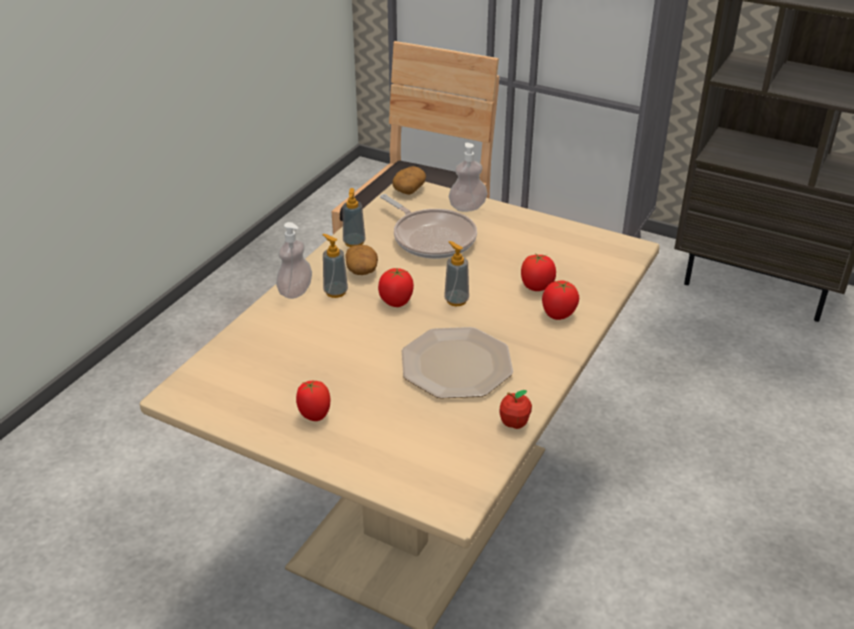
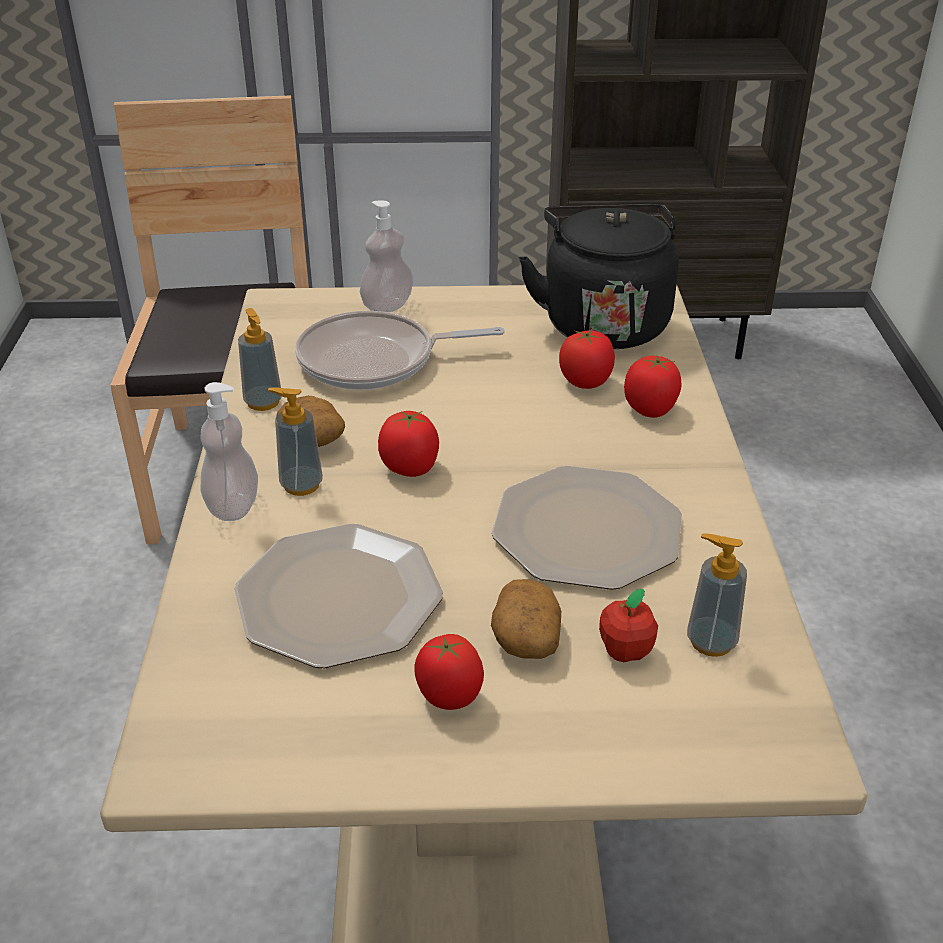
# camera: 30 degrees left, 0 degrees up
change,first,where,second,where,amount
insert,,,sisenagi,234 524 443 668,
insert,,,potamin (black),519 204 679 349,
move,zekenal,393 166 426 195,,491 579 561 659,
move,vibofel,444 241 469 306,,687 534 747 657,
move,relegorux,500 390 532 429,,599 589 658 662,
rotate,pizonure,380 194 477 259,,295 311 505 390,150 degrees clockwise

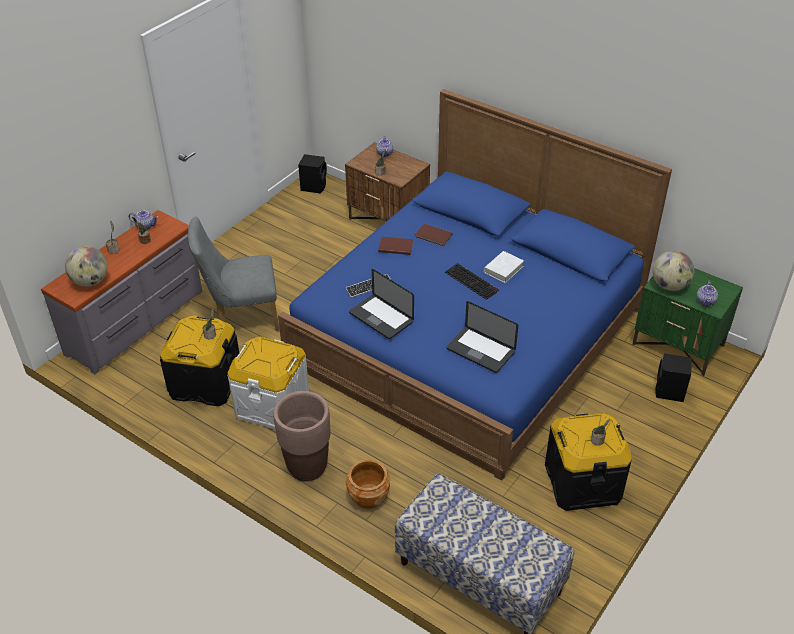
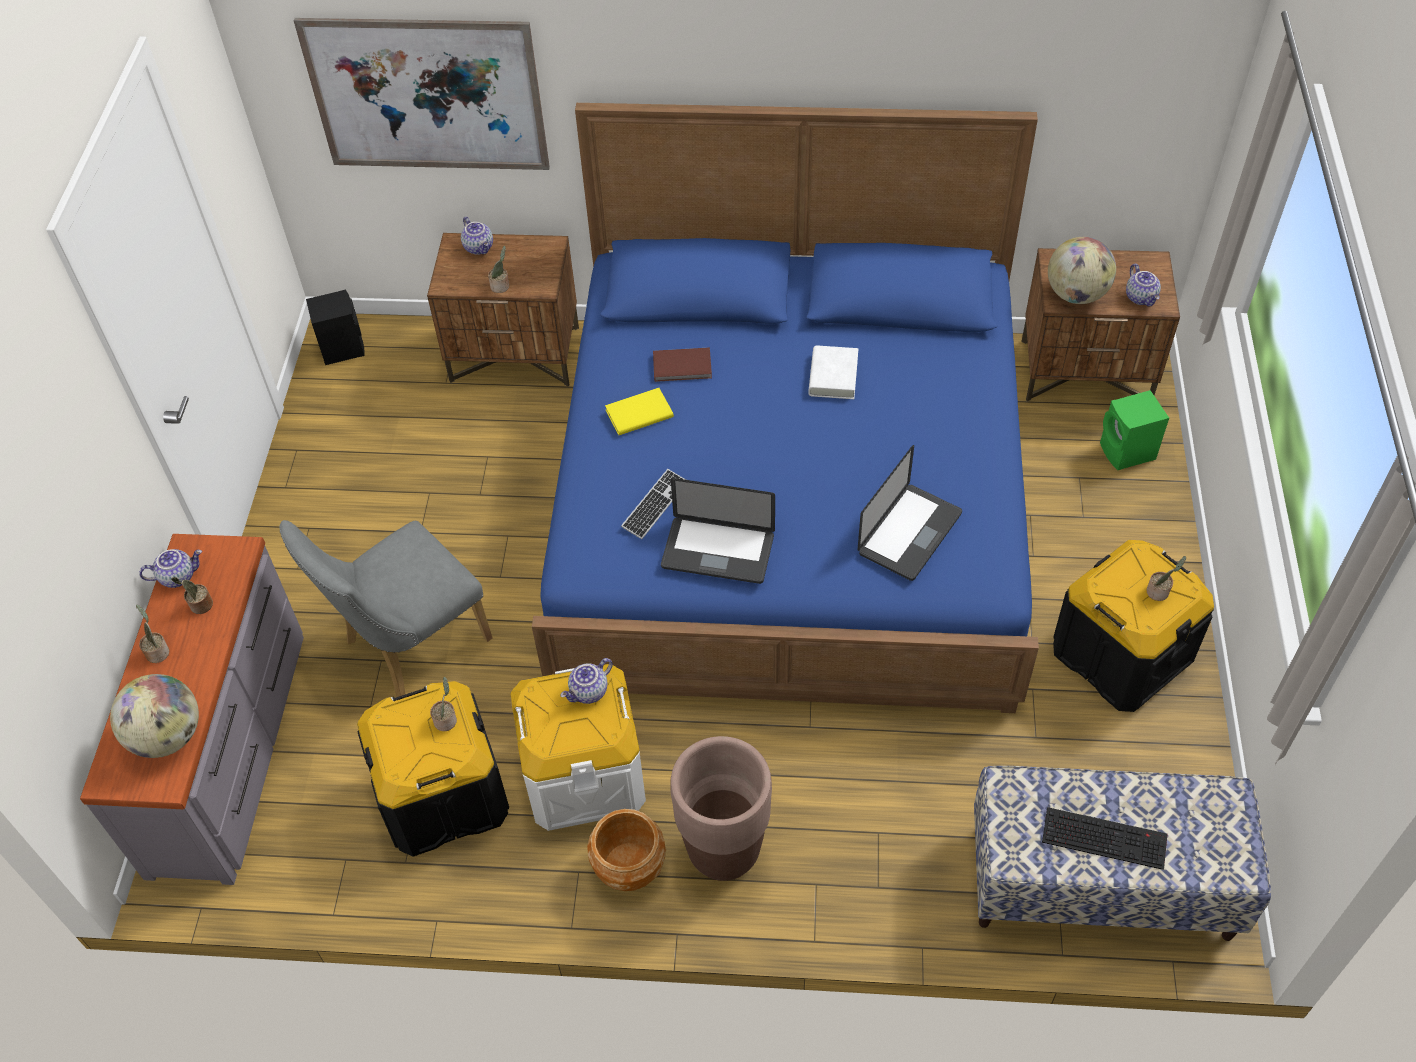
# camera: 30 degrees left, 10 degrees up
change,first,where,second,where,amount
insert,,,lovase,294 18 550 170,
insert,,,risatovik,560 658 613 704,
move,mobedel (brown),346 459 390 509,,587 809 666 891,
move,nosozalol,445 263 499 300,,1042 807 1167 870,
recolor,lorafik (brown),378 237 413 255,lorafik (yellow),605 388 674 435,
recolor,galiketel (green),632 268 743 376,galiketel (brown),1021 248 1180 402,
recolor,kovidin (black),655 353 692 402,kovidin (green),1100 390 1169 470,
rotate,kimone,446 301 519 373,,858 445 962 581,60 degrees counterclockwise

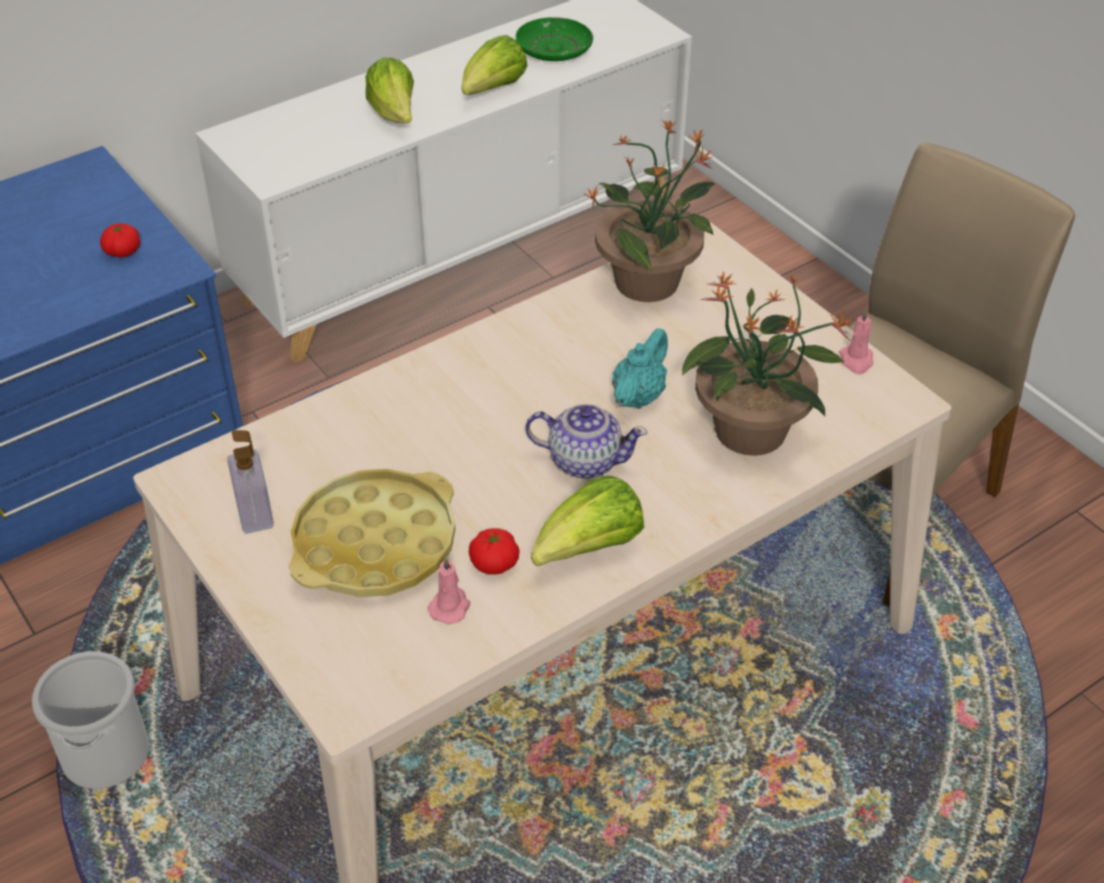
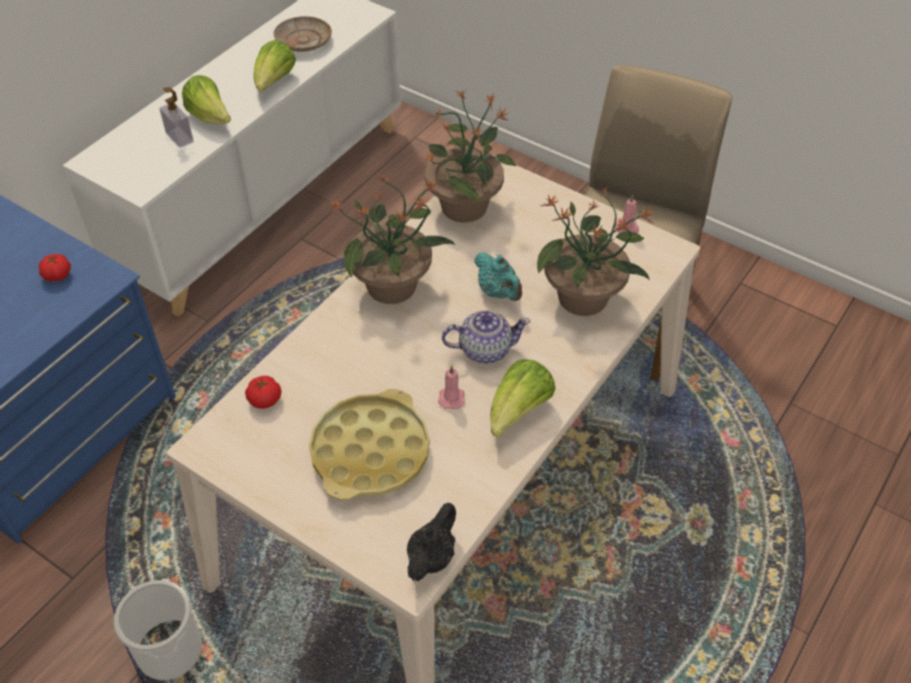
# camera: 20 degrees left, 5 degrees up
change,first,where,second,where,amount
insert,,,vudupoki,327 174 455 304,
insert,,,risatovik (black),407 503 456 581,
move,vibofel,227 430 274 534,,159 87 194 148,
move,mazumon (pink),428 557 470 624,,438 365 465 409,
move,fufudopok,469 528 519 574,,245 376 282 409,
recolor,sisenagi (green),516 17 593 61,sisenagi (beige),274 16 332 52,
rotate,risatovik (turquoise),612 328 668 409,,474 252 522 301,135 degrees clockwise

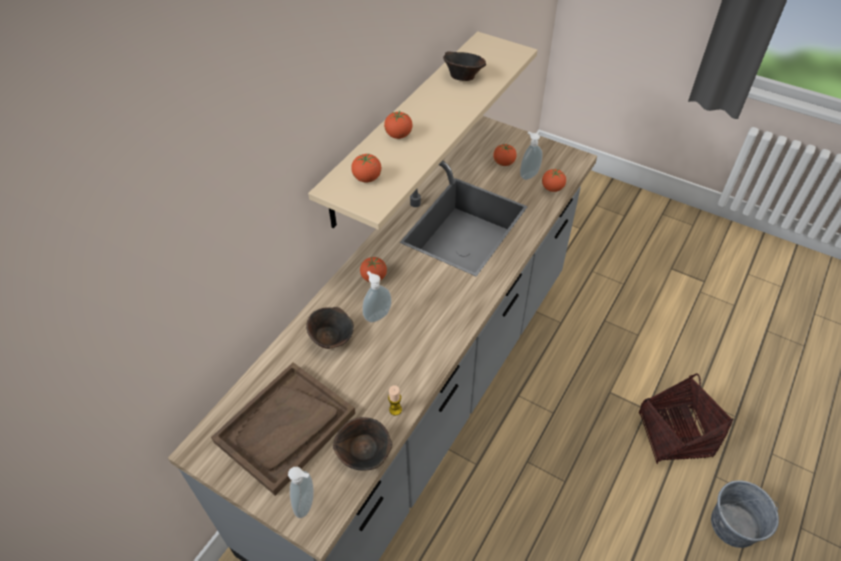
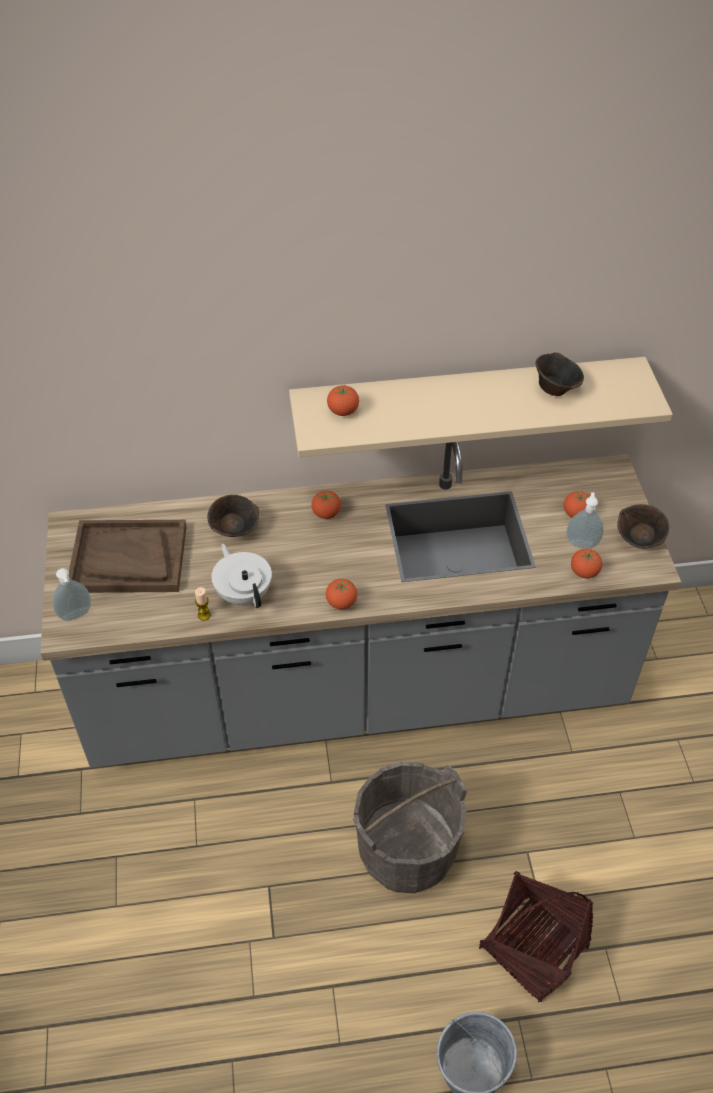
# camera: 50 degrees right, 0 degrees up
change,first,where,second,where,amount
delete,vibofel,362 271 392 322,,,
insert,,,risatovik (white),211 543 272 608,
insert,,,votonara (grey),353 762 467 893,
move,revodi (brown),333 417 392 471,,618 504 669 549,
move,fufudopok,384 111 413 139,,326 578 357 609,

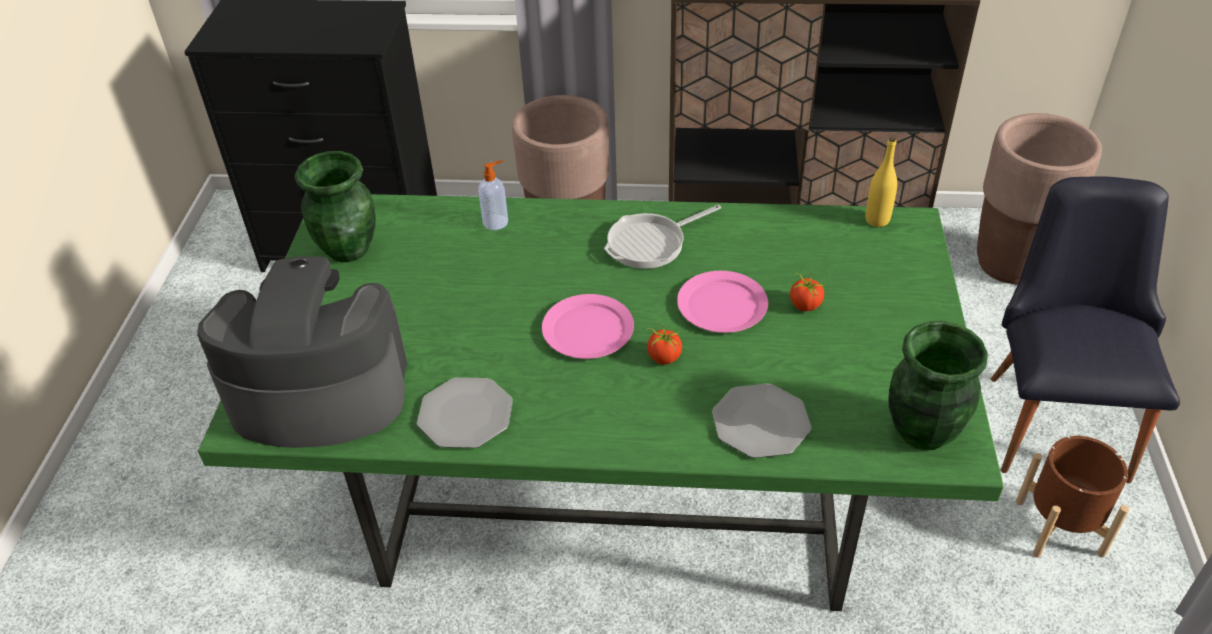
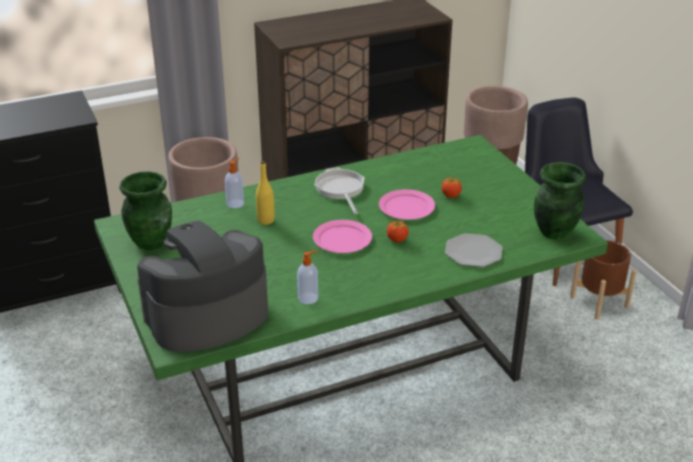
# camera: 30 degrees left, 10 degrees down
change,first,where,second,where,amount
move,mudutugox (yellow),866 137 897 227,,256 161 275 225,
replace,sisenagi,417 377 513 448,vibofel,297 250 318 304,
rotate,pizonure,604 205 721 269,,314 167 365 215,135 degrees clockwise

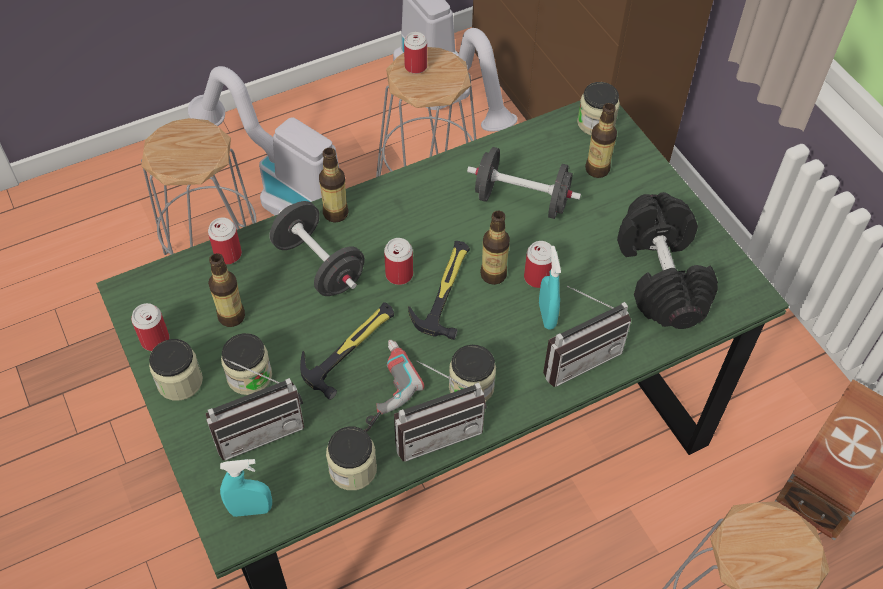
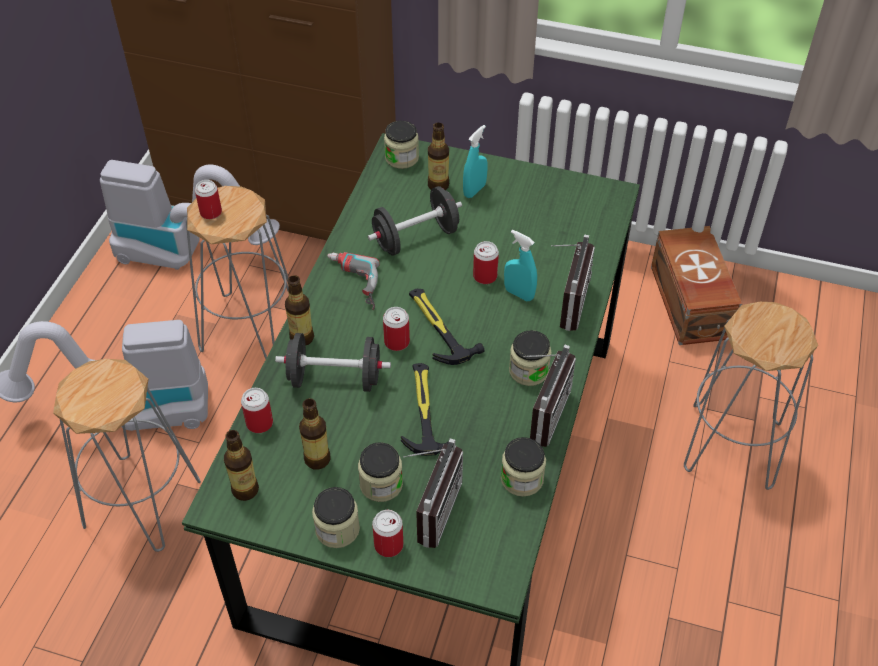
# camera: 45 degrees left, 5 degrees down
change,first,where,second,where,amount
delete,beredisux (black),617 192 718 329,,,
move,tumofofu,131 303 169 351,,372 510 403 557,
move,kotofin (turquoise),220 459 272 517,,463 125 487 198,
move,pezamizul,364 340 424 432,,327 252 380 310,
move,mudutugox,480 211 510 285,,224 430 259 501,

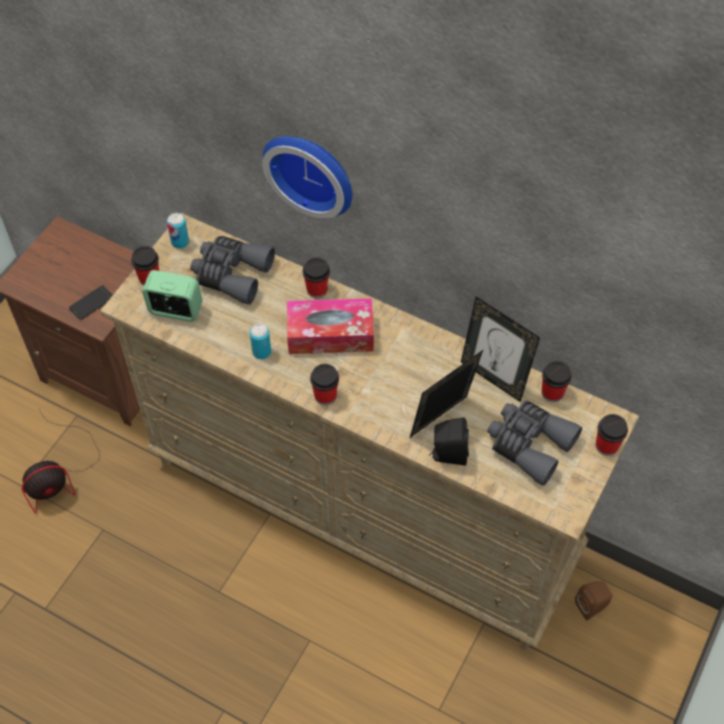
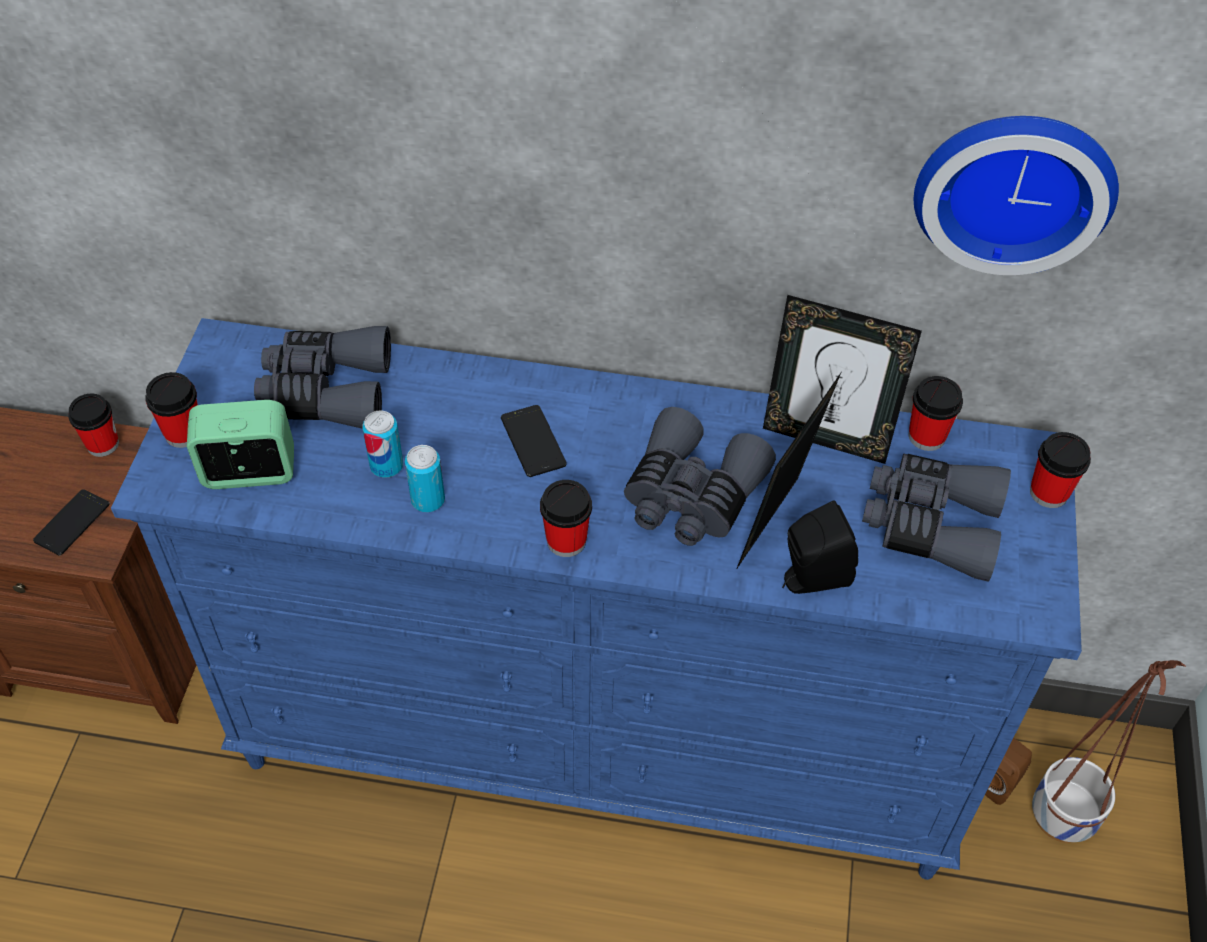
# camera: 20 degrees left, 5 degrees down
change,first,where,second,where,amount
delete,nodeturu,21 409 100 513,,,
insert,,,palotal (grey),624 407 776 546,
insert,,,mobedel,1032 660 1186 843,
move,tumofofu,167 213 189 249,,362 410 403 478,
move,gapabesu,262 136 352 219,,914 116 1119 275,
move,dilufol,303 257 330 299,,68 394 119 457,
replace,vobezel,287 298 374 354,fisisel,501 405 567 477,
recolor,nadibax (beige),100 213 639 649,nadibax (blue),111 318 1082 880,

